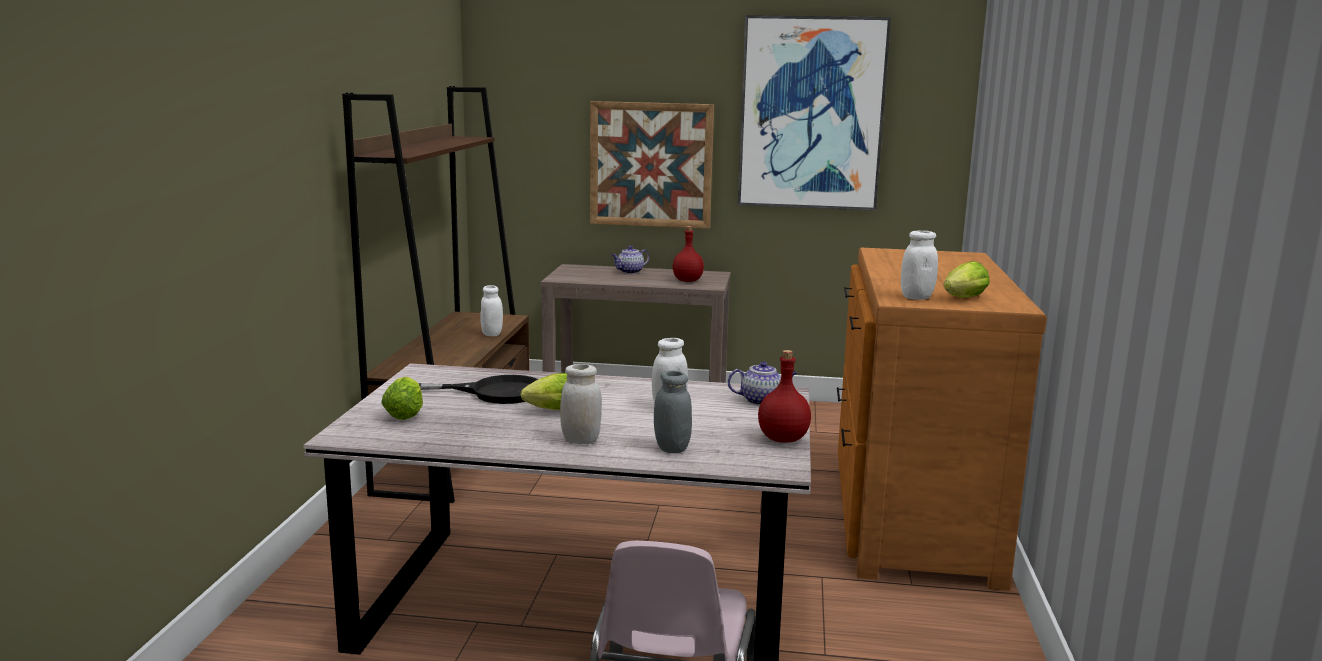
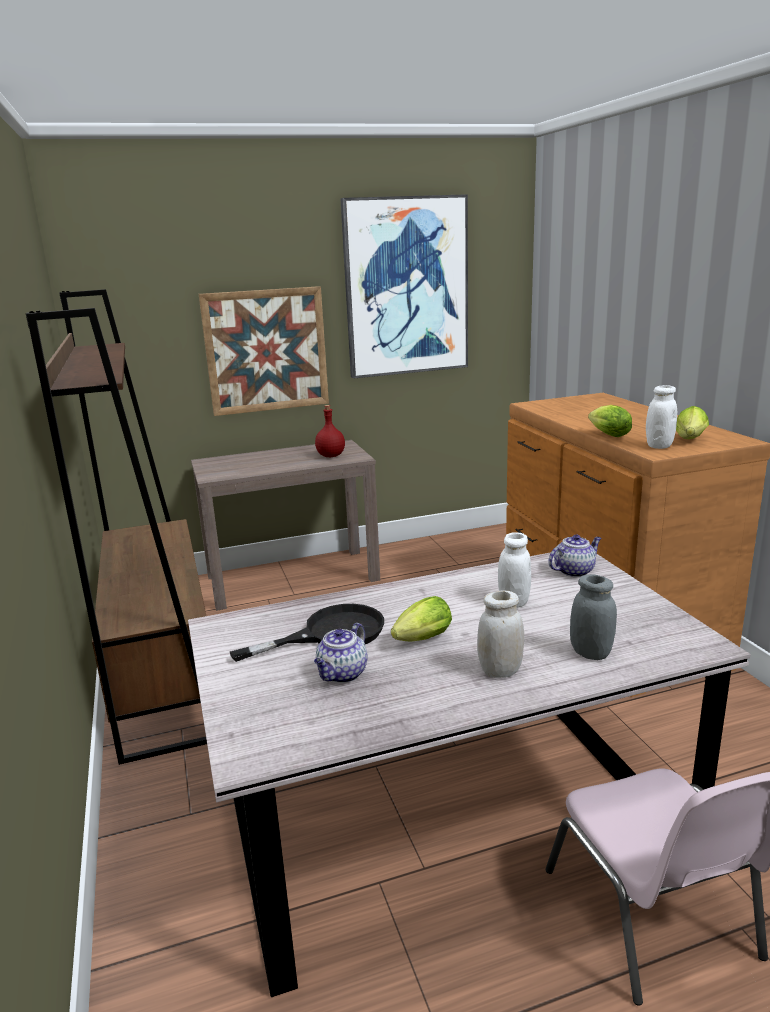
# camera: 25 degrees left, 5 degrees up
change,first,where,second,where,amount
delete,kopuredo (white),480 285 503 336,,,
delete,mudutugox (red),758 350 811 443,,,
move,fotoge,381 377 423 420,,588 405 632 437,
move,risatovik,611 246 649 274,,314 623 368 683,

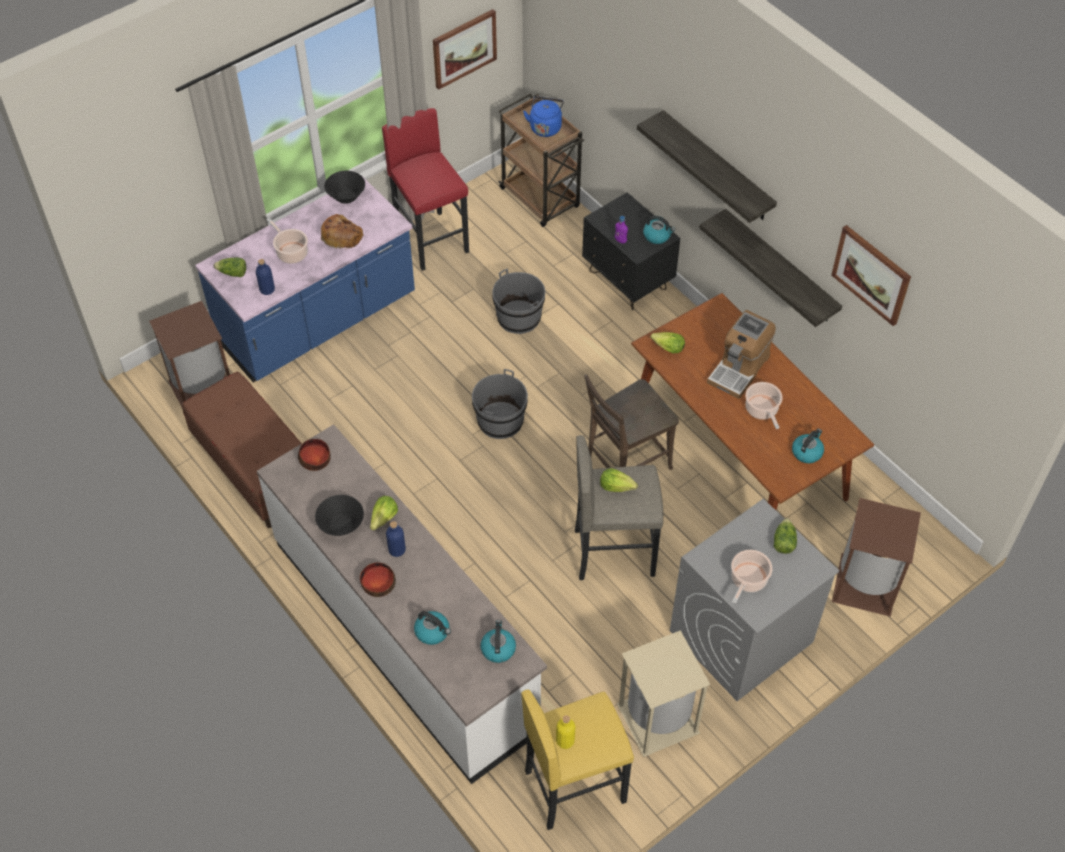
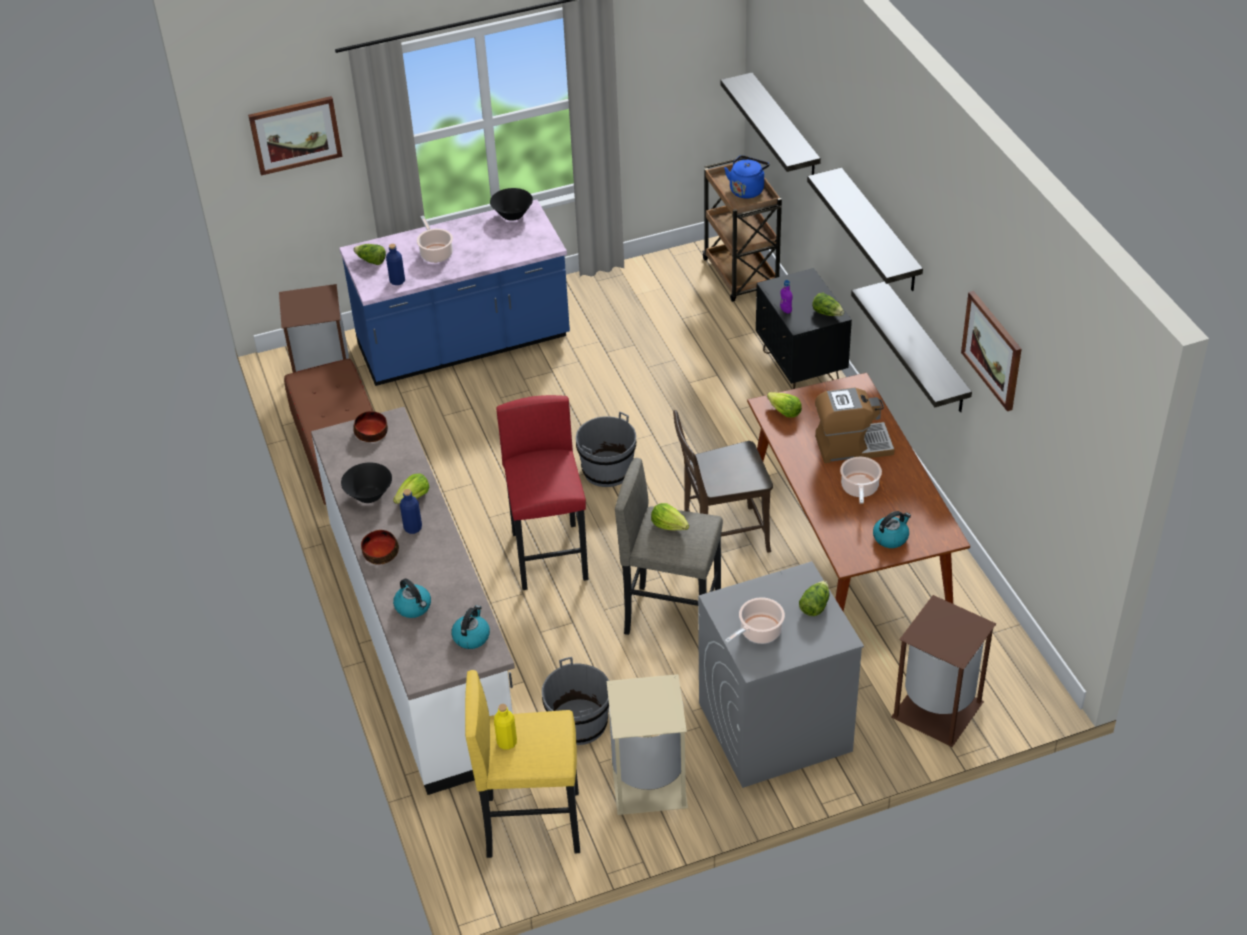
# camera: 20 degrees right, 10 degrees down
change,first,where,second,where,amount
delete,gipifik,321 214 364 249,,,
insert,,,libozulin,720 73 821 175,
move,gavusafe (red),382 108 469 271,,496 395 588 590,
move,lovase,433 9 497 90,,248 96 342 176,
move,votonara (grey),492 268 545 334,,542 657 609 745,
replace,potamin,643 216 675 244,fotoge,812 293 844 316,
rotate,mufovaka,707 310 776 399,,815 387 895 463,150 degrees counterclockwise

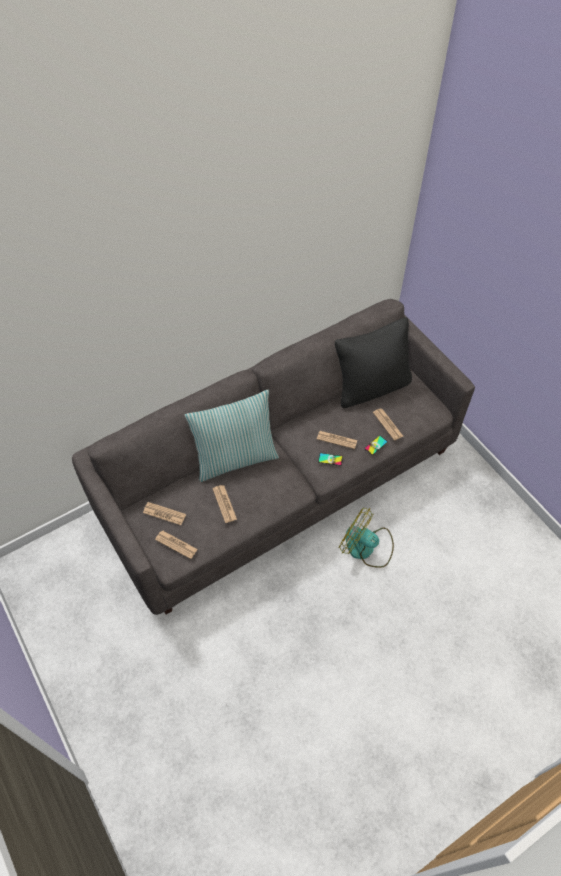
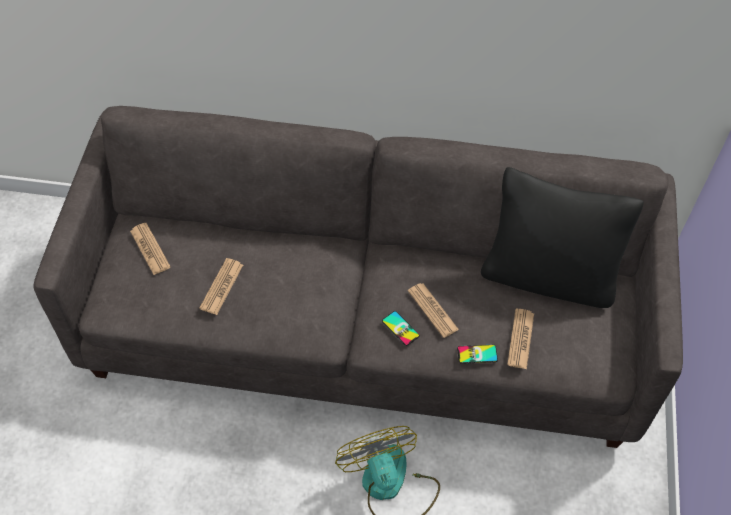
# camera: 40 degrees right, 0 degrees up
change,first,where,second,where,amount
delete,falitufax,155 530 198 559,,,
delete,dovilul,185 390 279 482,,,

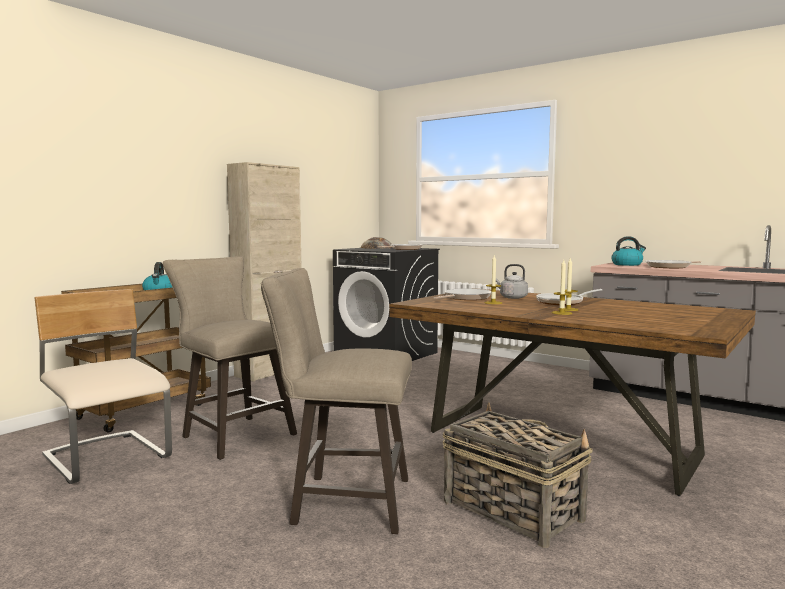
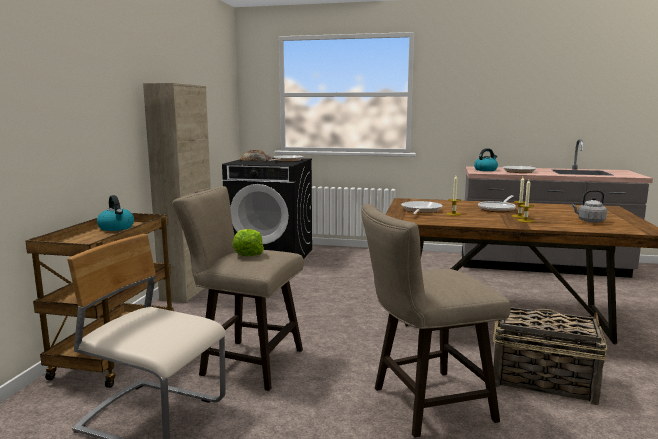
# camera: 25 degrees left, 5 degrees up
change,first,where,second,where,amount
insert,,,fotoge,233 229 264 256,
move,potamin (grey),496 264 528 299,,571 190 607 223,

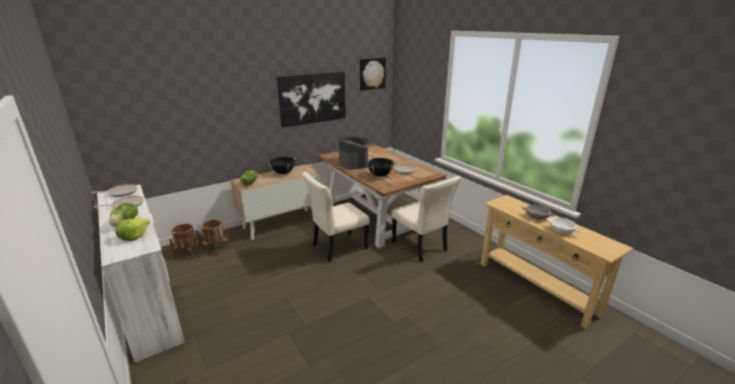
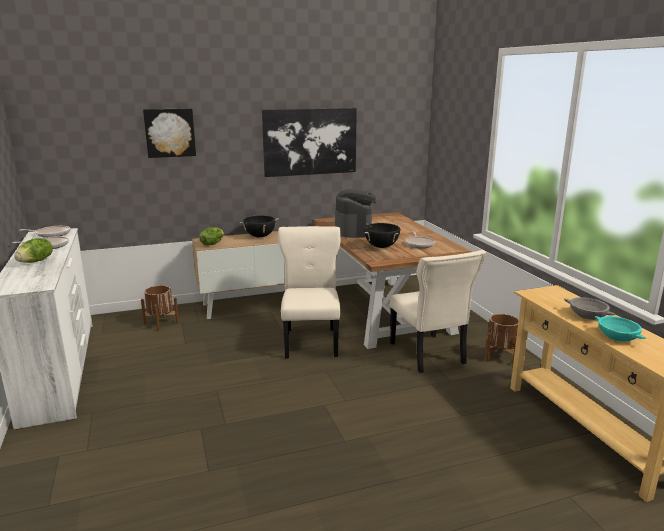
# camera: 15 degrees right, 5 degrees down
change,first,where,second,where,amount
delete,fotoge,115 218 150 241,,,
move,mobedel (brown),169 224 201 259,,486 314 519 365,
move,lovase,360 57 386 91,,143 108 196 158,
recolor,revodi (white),546 217 581 234,revodi (turquoise),595 316 646 341,
rotate,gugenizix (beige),302 172 370 262,,278 226 341 358,105 degrees clockwise

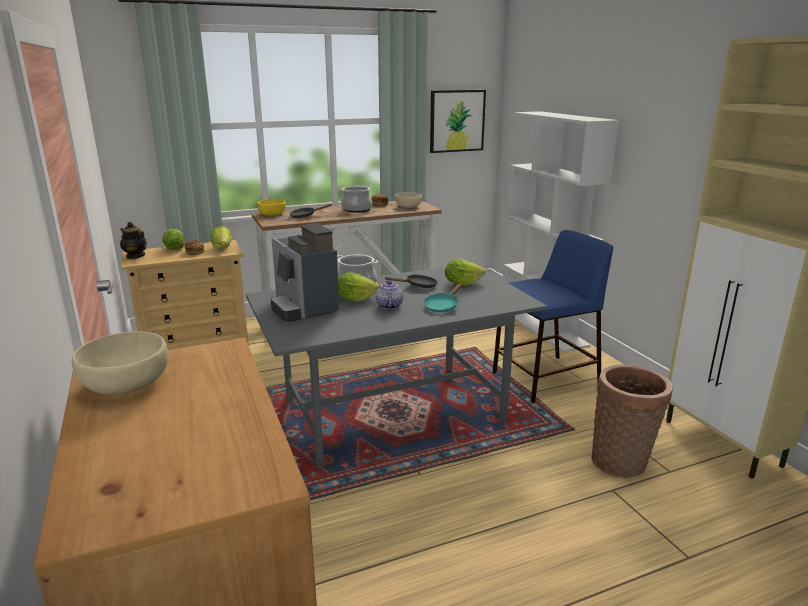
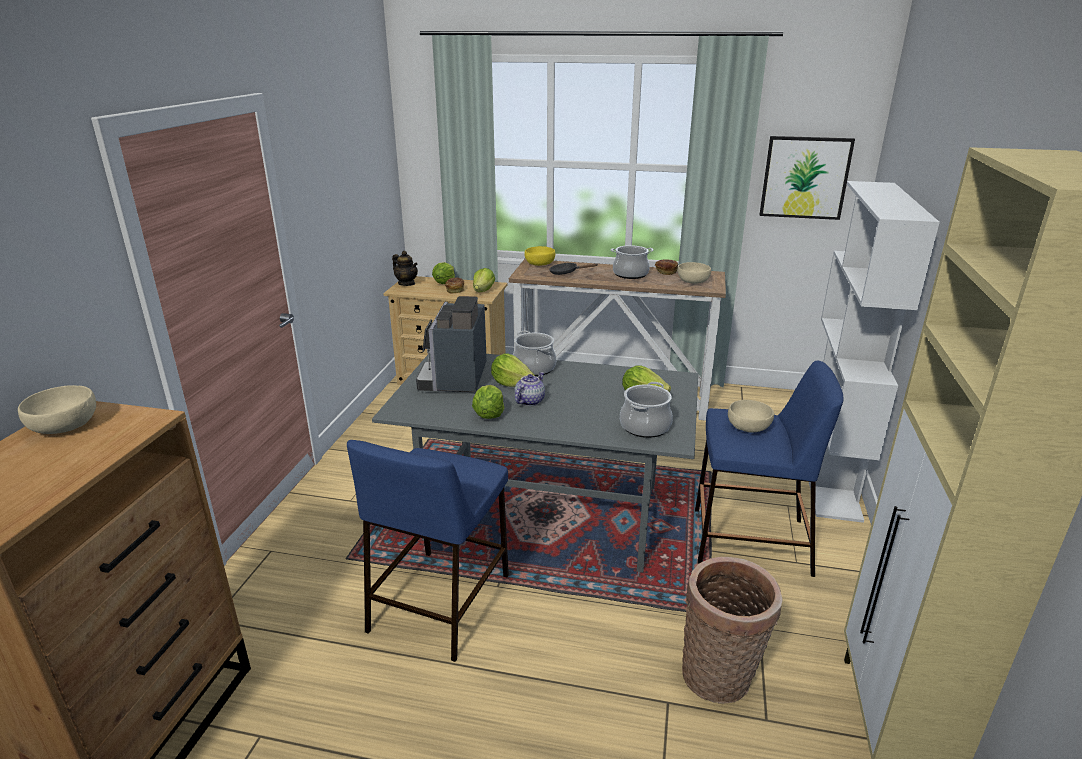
# camera: 35 degrees right, 5 degrees up
change,first,where,second,where,amount
delete,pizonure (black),385 275 438 288,,,
delete,pizonure (turquoise),424 283 462 313,,,
insert,,,gavusafe (blue),347 440 509 662,
insert,,,fotoge,472 385 504 419,
insert,,,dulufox,620 382 673 438,
insert,,,revodi (beige),728 400 774 432,
rotate,risatovik,120 222 147 259,,392 251 418 286,150 degrees clockwise

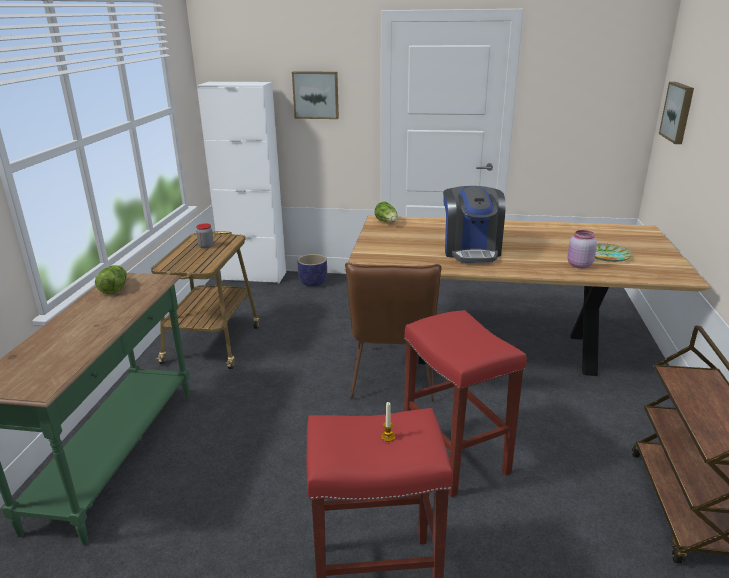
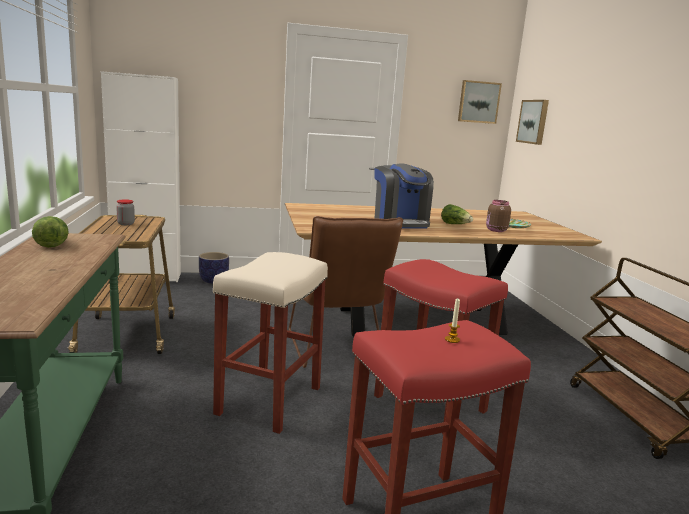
# camera: 20 degrees left, 10 degrees down
change,first,where,second,where,amount
insert,,,gavusafe (beige),213 252 328 434,
move,lovase,292 72 339 119,,458 80 502 124,
move,fotoge,374 202 398 222,,441 204 473 224,
recolor,kopuredo (pink),568 230 597 268,kopuredo (brown),486 200 511 232,

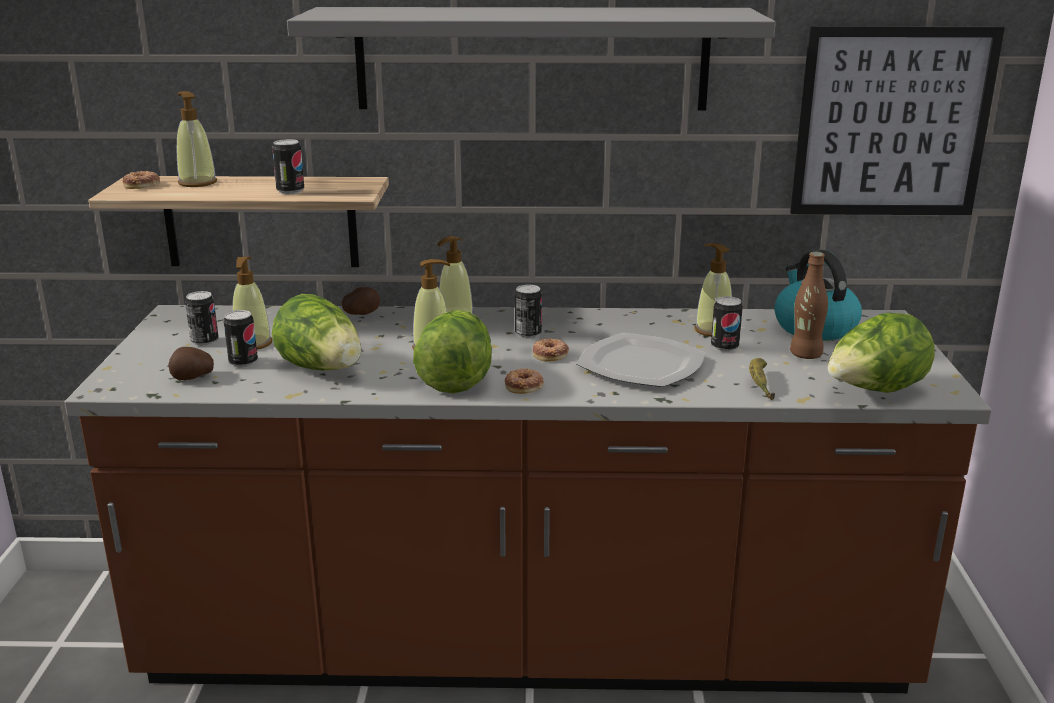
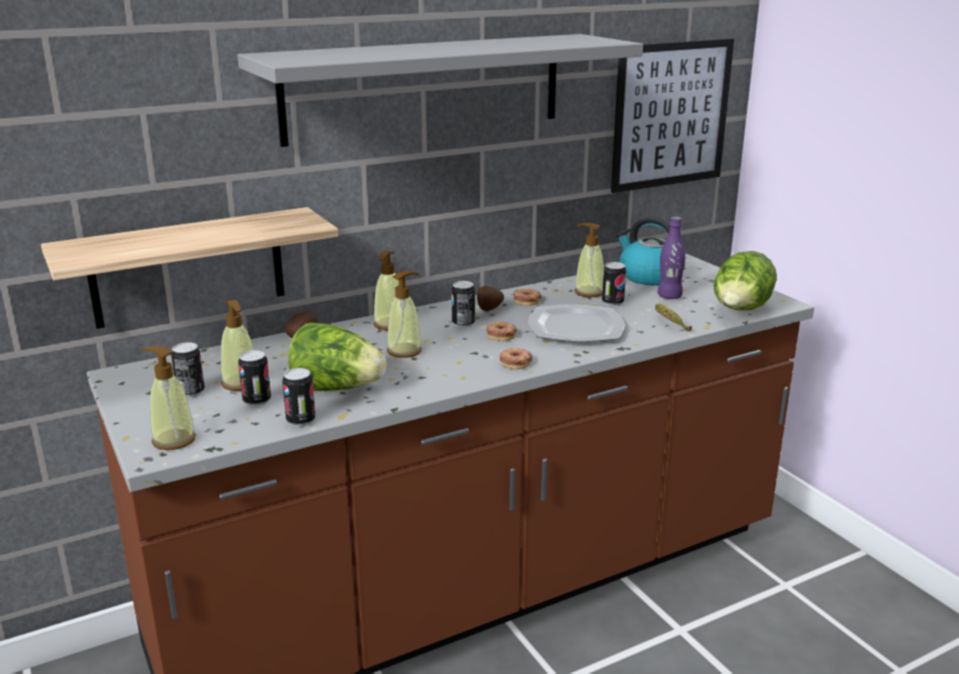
# camera: 30 degrees left, 0 degrees up
change,first,where,second,where,amount
delete,fotoge,413 310 492 393,,,
move,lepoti,122 171 160 189,,513 289 542 306,
move,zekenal,168 347 214 380,,477 286 504 312,
move,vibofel,177 91 217 187,,141 346 196 450,
move,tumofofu,272 139 304 194,,282 368 315 426,
recolor,mudutugox (brown),790 252 828 359,mudutugox (purple),658 217 685 299,

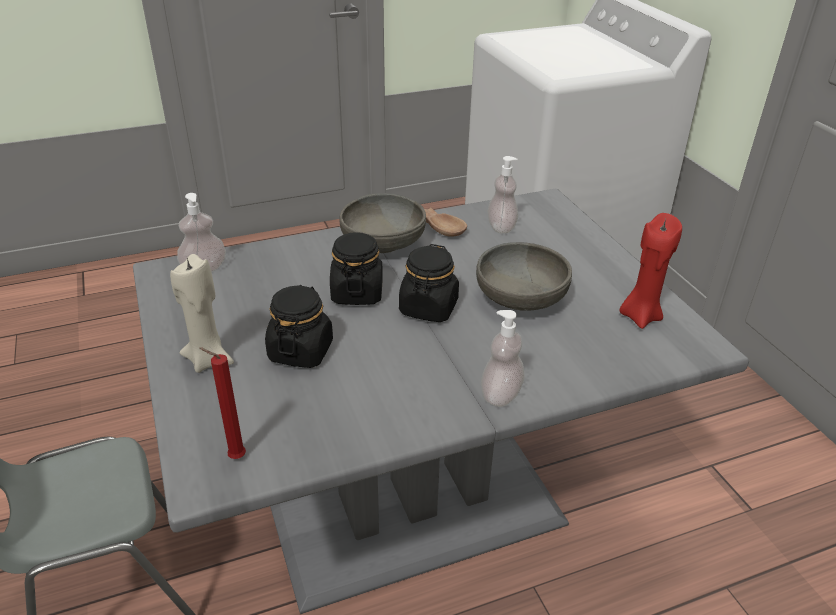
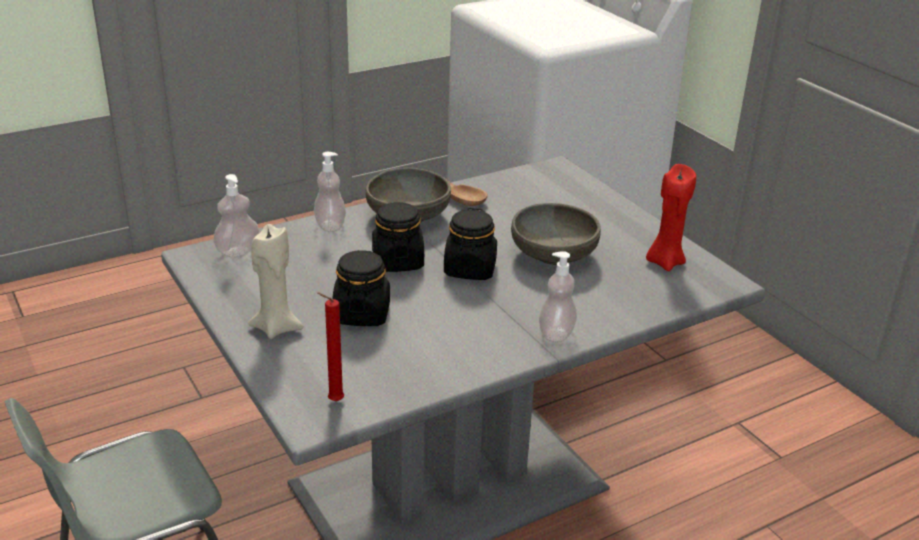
# camera: 10 degrees left, 5 degrees down
change,first,where,second,where,amount
move,vibofel,487 156 518 234,,314 152 346 232,

